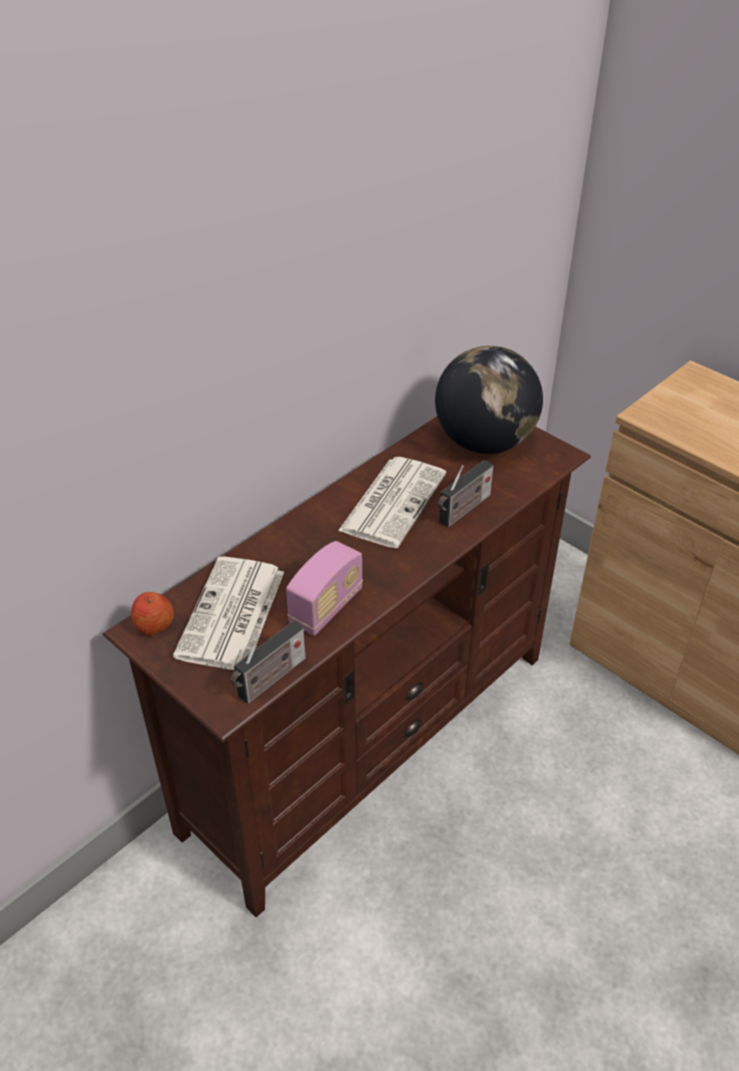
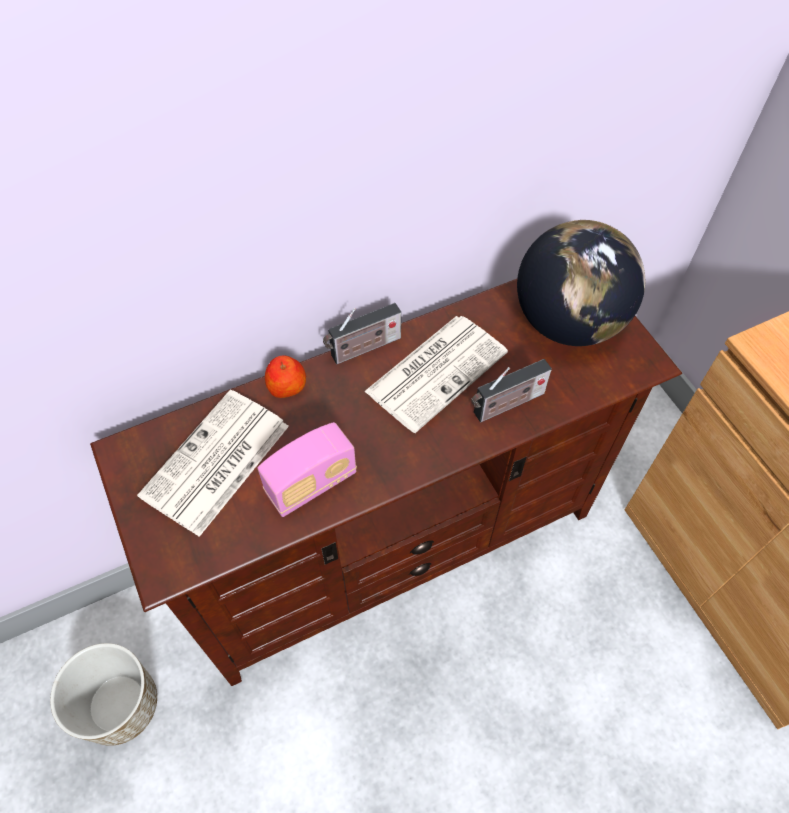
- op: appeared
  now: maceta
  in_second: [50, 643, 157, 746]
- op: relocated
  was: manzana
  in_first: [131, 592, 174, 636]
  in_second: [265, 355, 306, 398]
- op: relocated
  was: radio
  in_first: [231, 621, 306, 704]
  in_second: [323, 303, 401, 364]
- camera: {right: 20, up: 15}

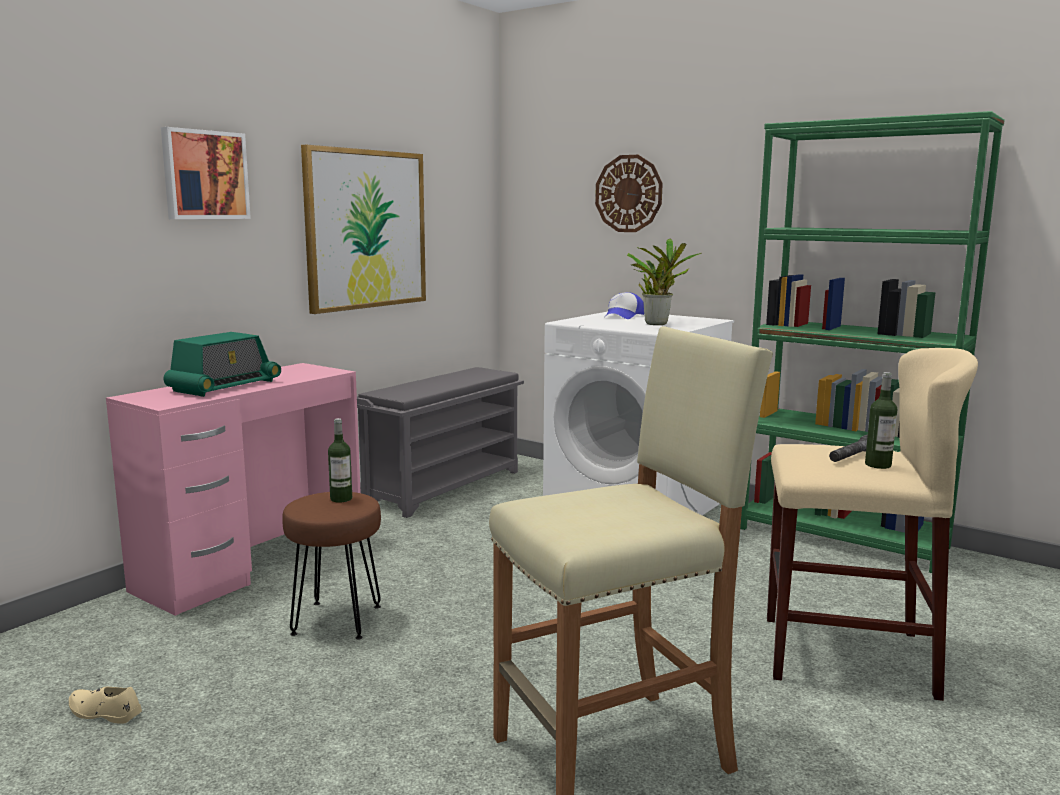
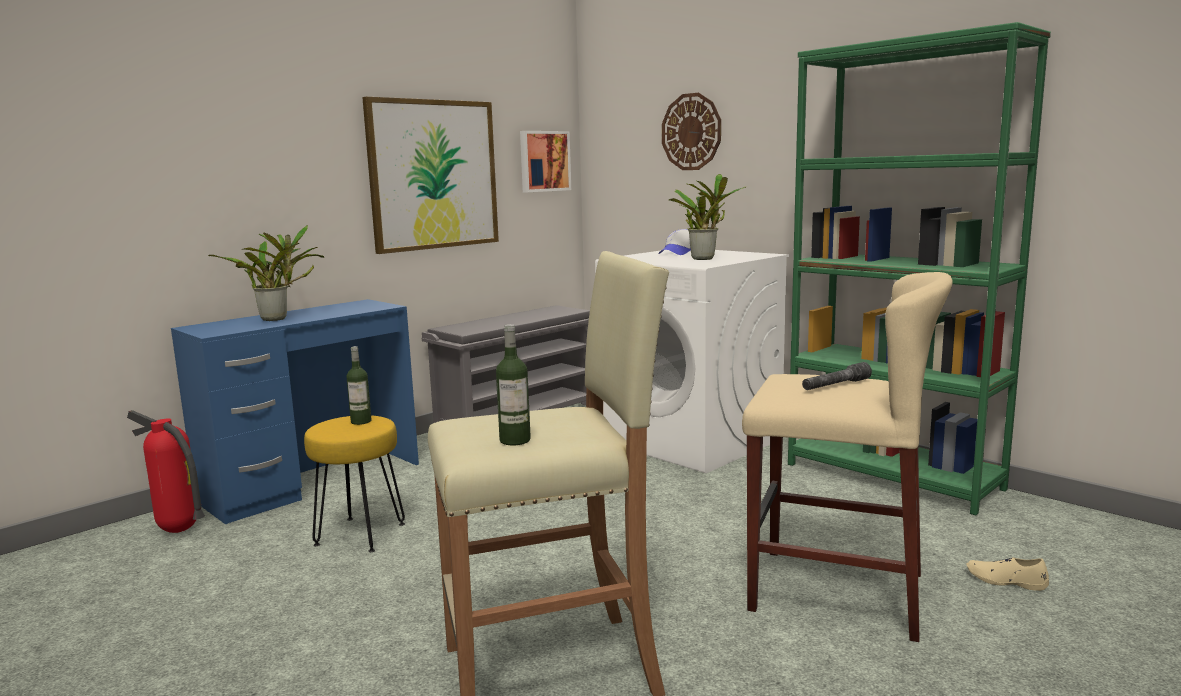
- op: appeared
  now: extintor
  in_second: [127, 410, 205, 533]
- op: relocated
  was: zapato/beis
  in_first: [69, 687, 142, 724]
  in_second: [966, 558, 1049, 591]
- op: relocated
  was: cuadro
  in_first: [161, 127, 251, 219]
  in_second: [520, 131, 571, 192]
- op: relocated
  was: botella
  in_first: [865, 372, 897, 469]
  in_second: [496, 324, 531, 445]
- op: exchanged
  was: radio
  now: planta en maceta
  in_first: [164, 332, 281, 397]
  in_second: [208, 225, 324, 321]
- op: colour
  was: escritorio/rosa
  now: escritorio/azul
  in_first: [106, 363, 361, 616]
  in_second: [171, 299, 419, 524]
- op: colour
  was: taburete/marrón
  now: taburete/amarillo
  in_first: [282, 492, 381, 640]
  in_second: [304, 415, 405, 552]
- camera: {right: 10, up: 0}

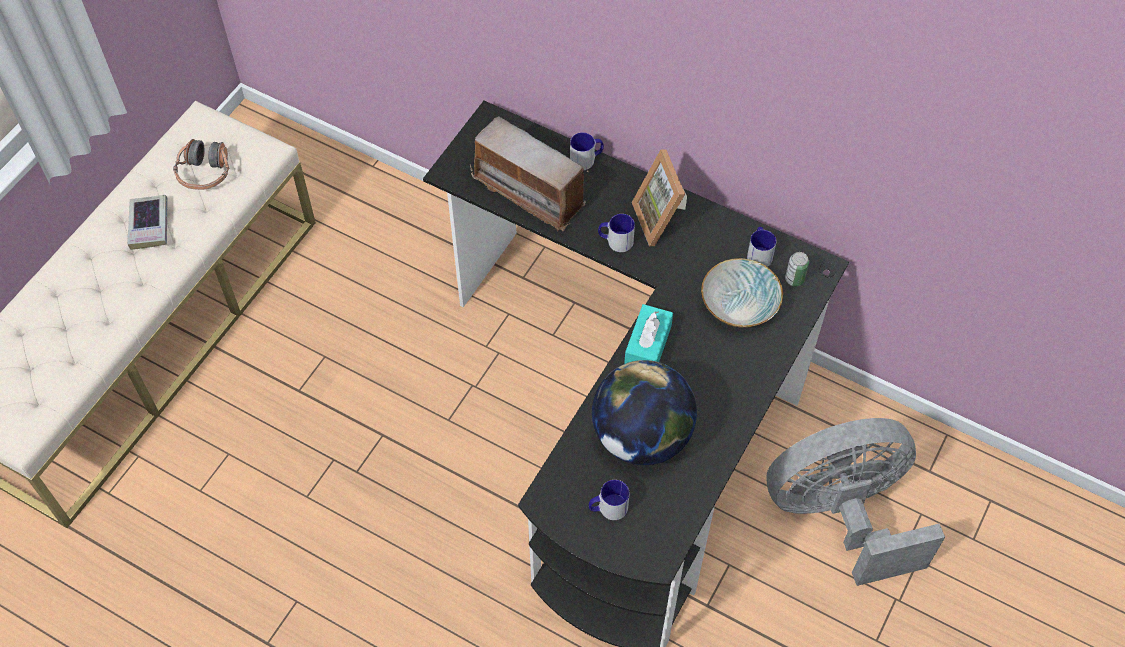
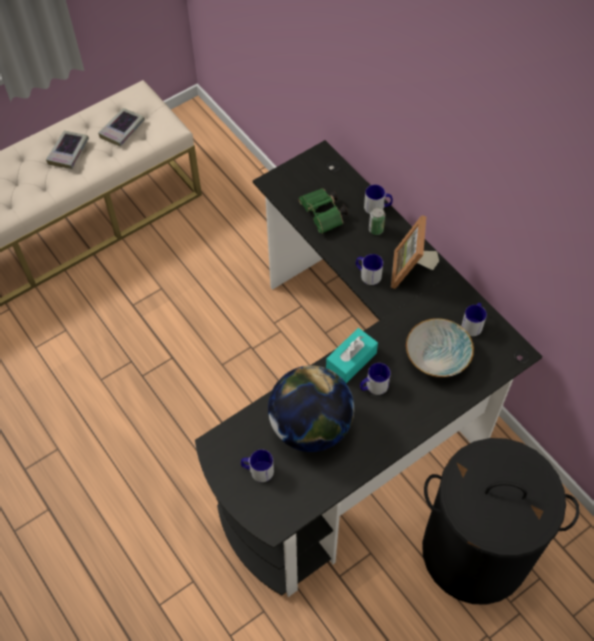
- op: appeared
  now: taza grande
  in_second: [360, 363, 391, 395]
- op: relocated
  was: lata
  in_first: [785, 252, 809, 287]
  in_second: [369, 207, 385, 235]
- op: exchanged
  was: auriculares
  now: libro
  in_first: [173, 139, 230, 190]
  in_second: [98, 108, 145, 146]
- op: exchanged
  was: radio
  now: prismáticos/verde
  in_first: [470, 116, 589, 231]
  in_second: [299, 188, 348, 234]
- op: exchanged
  was: ventilador/gris
  now: cesto de la ropa/negro
  in_first: [766, 418, 945, 586]
  in_second: [422, 438, 580, 605]
- camera: {right: 25, up: 0}

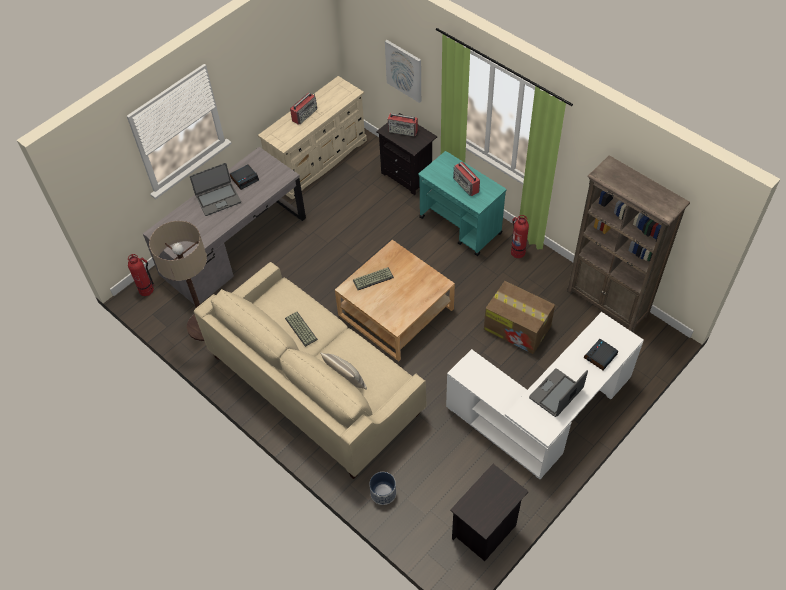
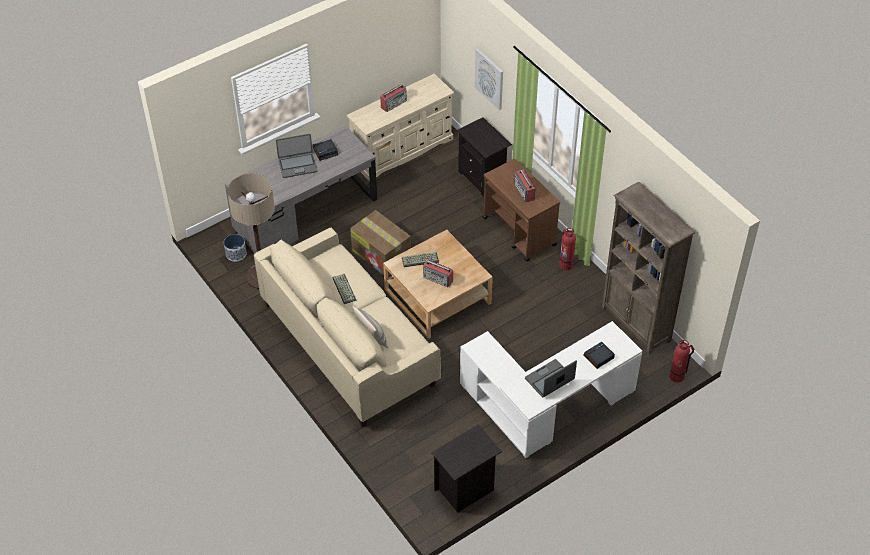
- op: relocated
  was: extintor
  in_first: [128, 254, 154, 296]
  in_second: [669, 340, 694, 382]
- op: relocated
  was: maceta
  in_first: [369, 472, 396, 505]
  in_second: [224, 234, 247, 262]
- op: relocated
  was: radio
  in_first: [388, 113, 418, 136]
  in_second: [423, 260, 453, 287]
- op: relocated
  was: caja de cartón
  in_first: [484, 281, 555, 354]
  in_second: [350, 210, 411, 276]
- op: colour
  was: carrito/turquesa
  now: carrito/marrón
  in_first: [418, 151, 506, 256]
  in_second: [483, 159, 560, 261]
- camera: {right: 10, up: -5}

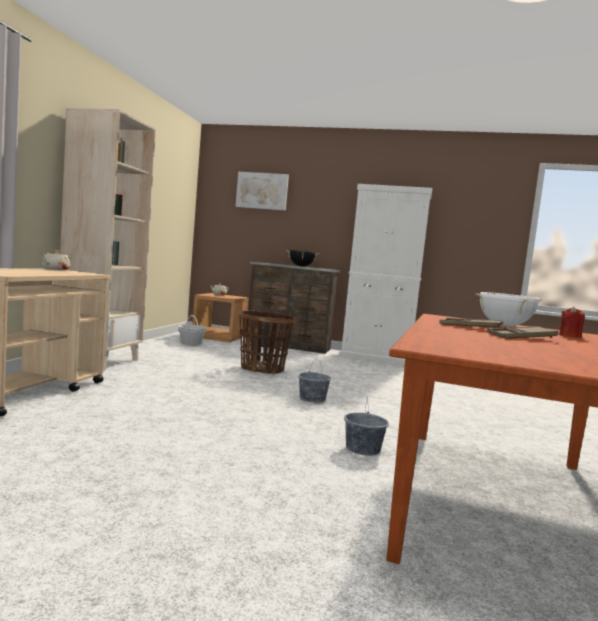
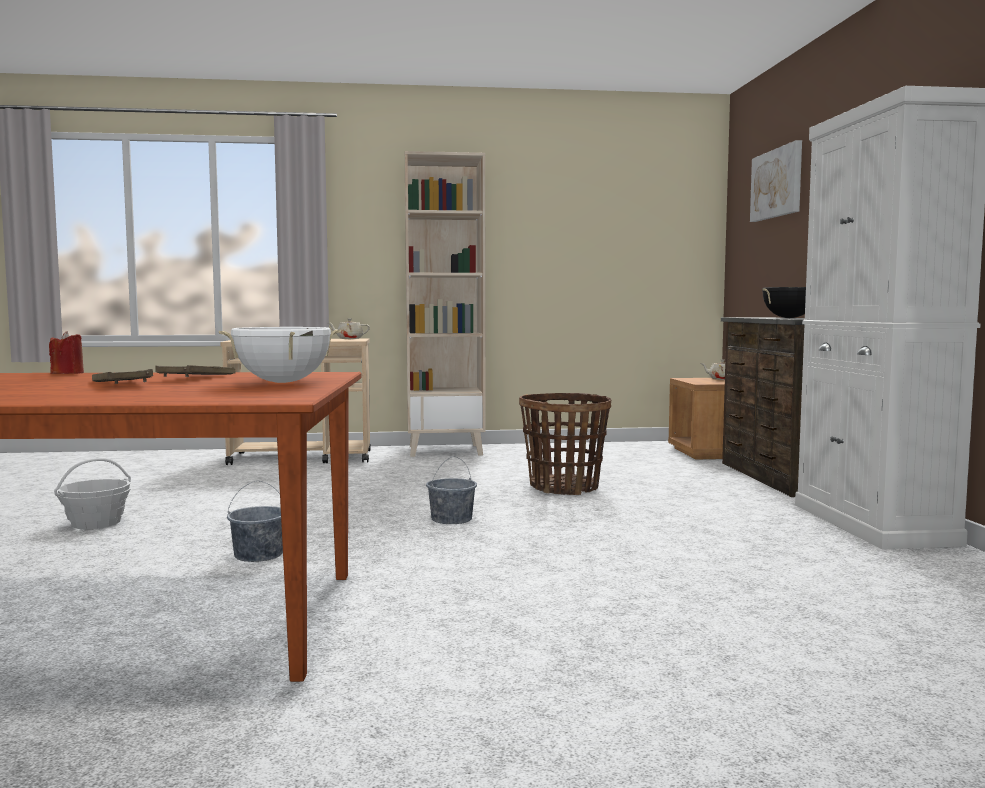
- op: relocated
  was: cesta
  in_first: [178, 315, 207, 345]
  in_second: [54, 458, 131, 529]
- op: relocated
  was: vela/rojo
  in_first: [559, 307, 585, 338]
  in_second: [49, 331, 84, 374]
- camera: {right: 70, up: 0}

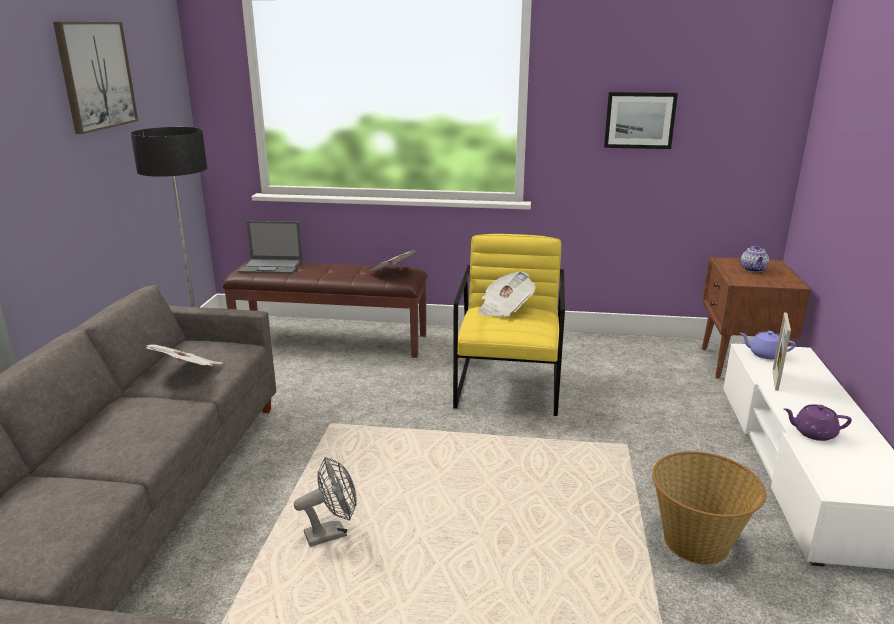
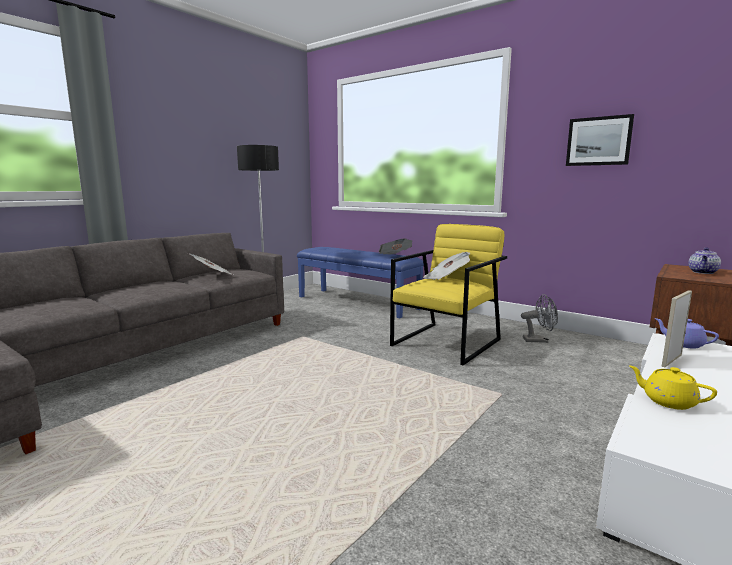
- op: missing
  was: cuadro
  in_first: [53, 22, 138, 134]
- op: missing
  was: portátil
  in_first: [238, 221, 303, 274]
- op: missing
  was: cesta
  in_first: [652, 451, 766, 565]
- op: relocated
  was: ventilador/gris
  in_first: [294, 457, 357, 547]
  in_second: [521, 294, 558, 343]
- op: colour
  was: banco/marrón
  now: banco/azul
  in_first: [223, 263, 428, 358]
  in_second: [297, 247, 424, 318]
- op: colour
  was: tetera/morado
  now: tetera/amarillo
  in_first: [784, 404, 852, 441]
  in_second: [629, 365, 717, 410]
- camera: {right: 30, up: -10}

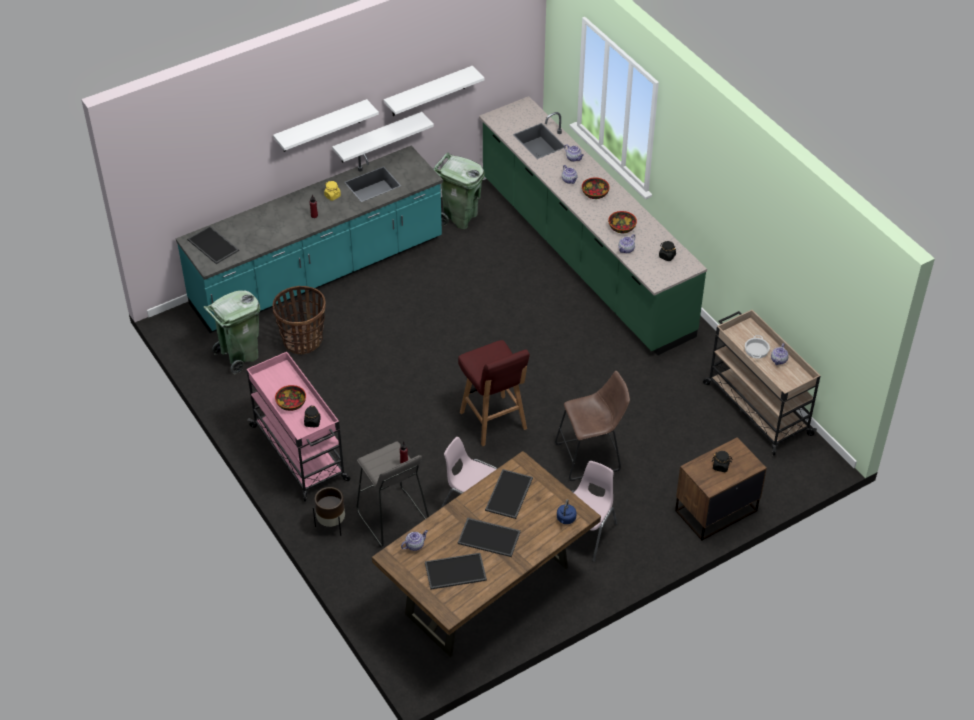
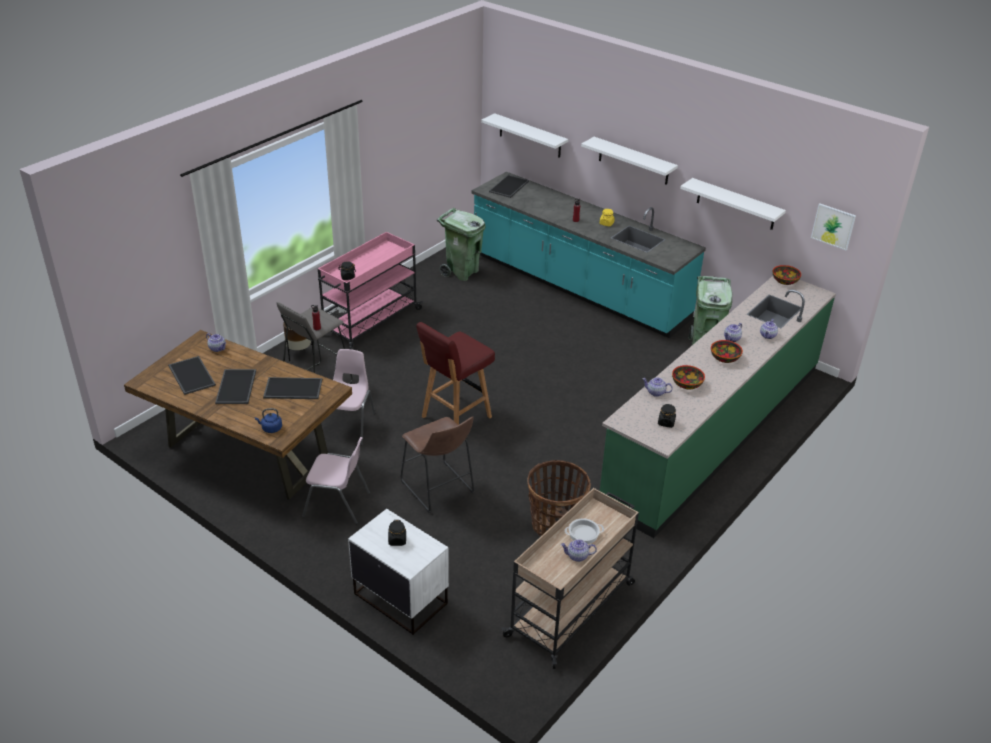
- op: appeared
  now: cuadro
  in_second: [811, 203, 856, 250]
- op: relocated
  was: cesta
  in_first: [272, 286, 326, 355]
  in_second: [527, 460, 591, 536]
- op: relocated
  was: cuenco
  in_first: [275, 385, 306, 411]
  in_second: [773, 265, 801, 285]
- op: relocated
  was: estante/blanco
  in_first: [332, 112, 434, 163]
  in_second: [481, 113, 568, 158]
- op: colour
  was: mesita de noche/marrón
  now: mesita de noche/blanco
  in_first: [675, 437, 767, 541]
  in_second: [348, 509, 449, 635]
- camera: {right: 70, up: -10}

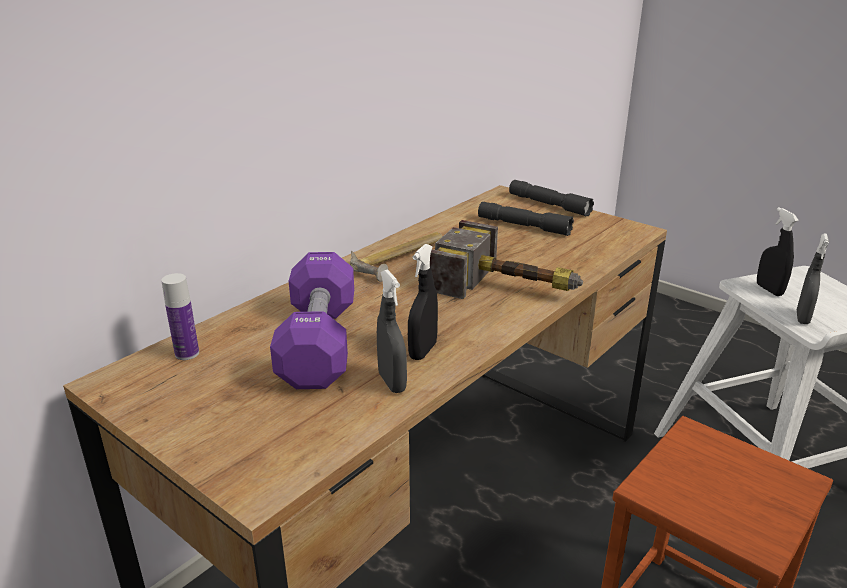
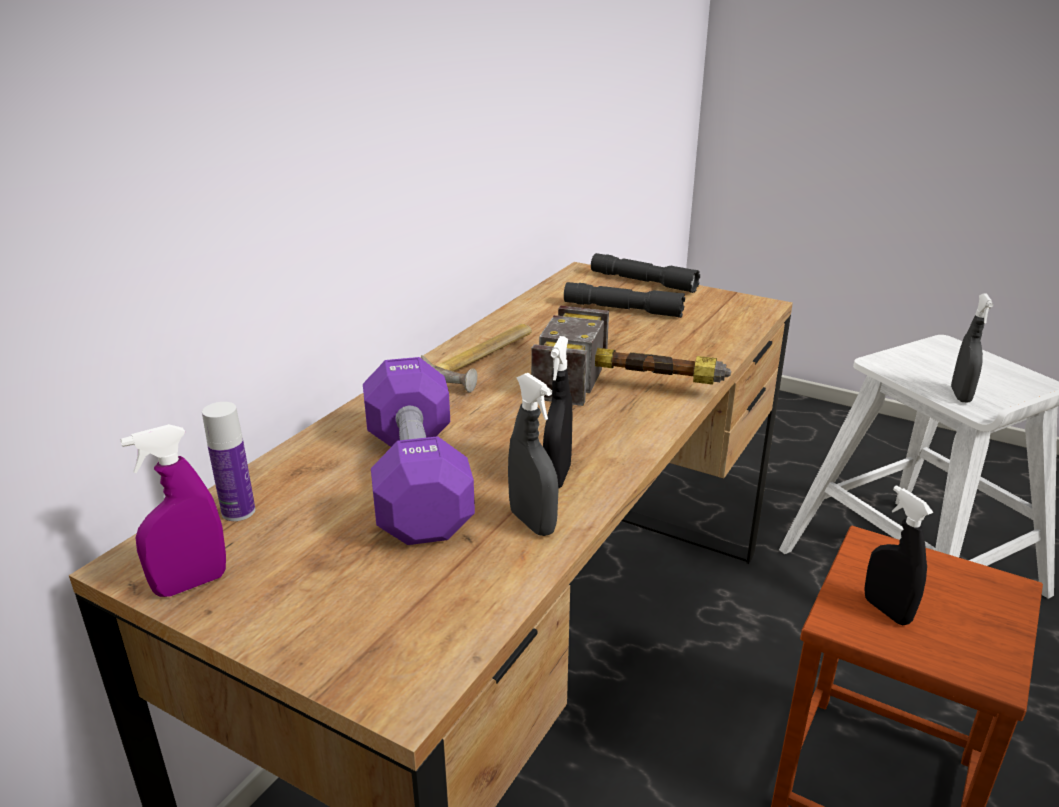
- op: appeared
  now: pulverizador/morado
  in_second: [121, 424, 226, 597]
- op: relocated
  was: pulverizador/negro
  in_first: [757, 207, 799, 296]
  in_second: [864, 485, 933, 625]
- camera: {right: -10, up: 0}

